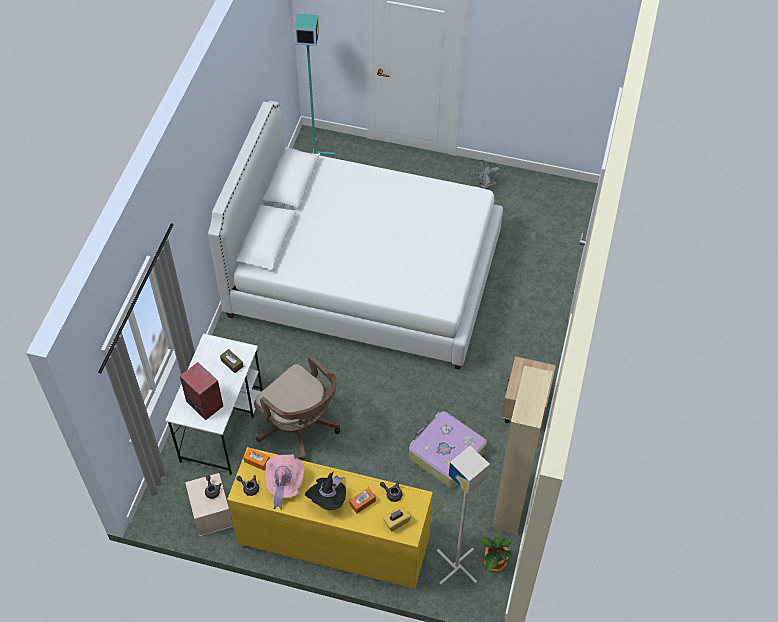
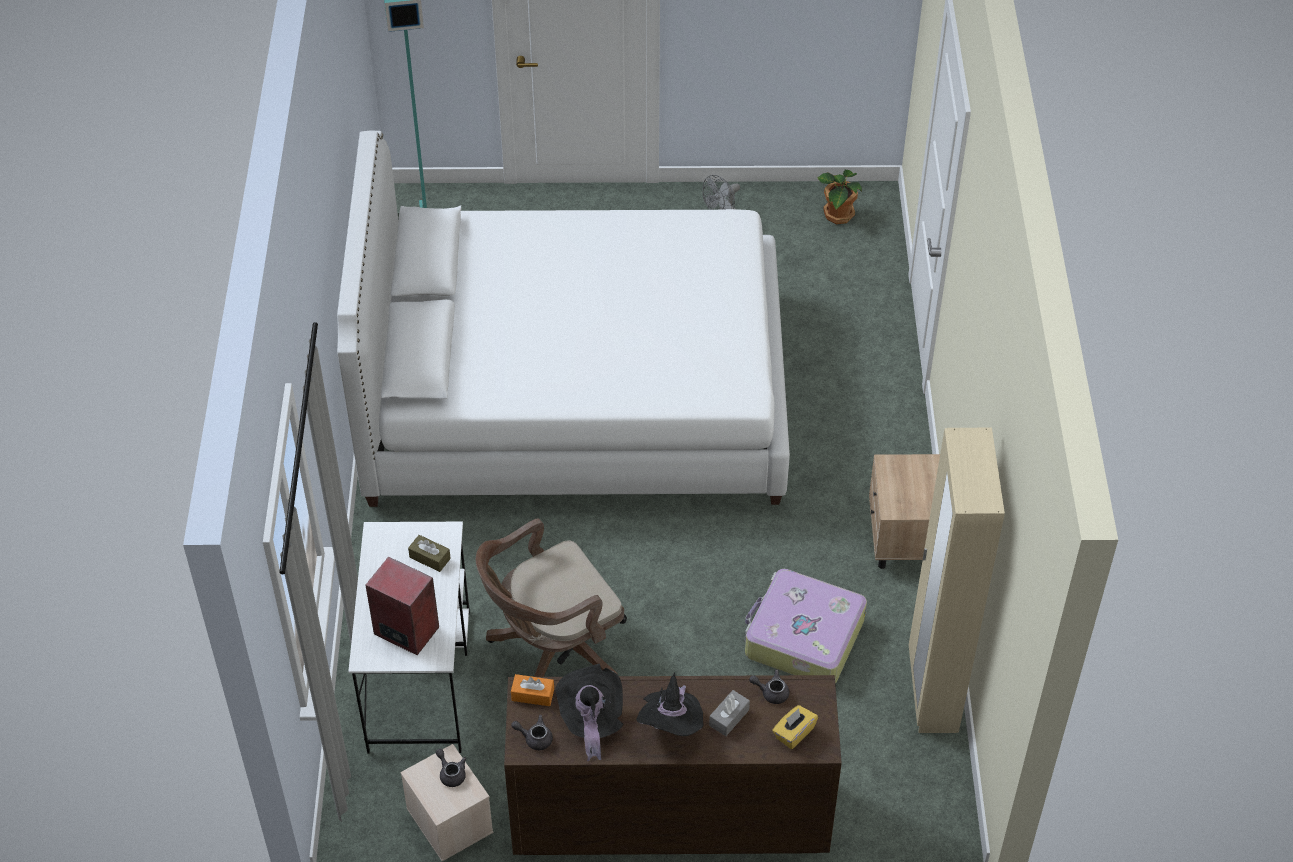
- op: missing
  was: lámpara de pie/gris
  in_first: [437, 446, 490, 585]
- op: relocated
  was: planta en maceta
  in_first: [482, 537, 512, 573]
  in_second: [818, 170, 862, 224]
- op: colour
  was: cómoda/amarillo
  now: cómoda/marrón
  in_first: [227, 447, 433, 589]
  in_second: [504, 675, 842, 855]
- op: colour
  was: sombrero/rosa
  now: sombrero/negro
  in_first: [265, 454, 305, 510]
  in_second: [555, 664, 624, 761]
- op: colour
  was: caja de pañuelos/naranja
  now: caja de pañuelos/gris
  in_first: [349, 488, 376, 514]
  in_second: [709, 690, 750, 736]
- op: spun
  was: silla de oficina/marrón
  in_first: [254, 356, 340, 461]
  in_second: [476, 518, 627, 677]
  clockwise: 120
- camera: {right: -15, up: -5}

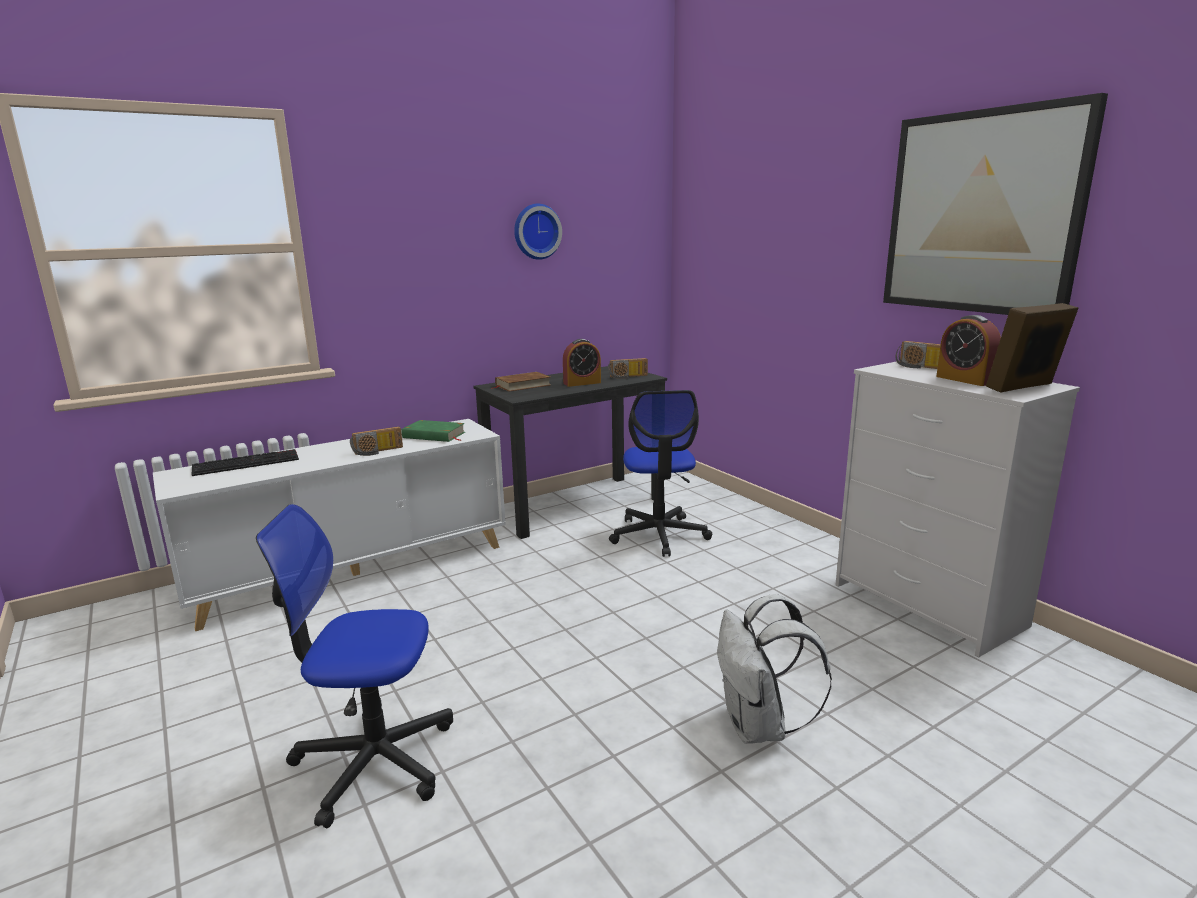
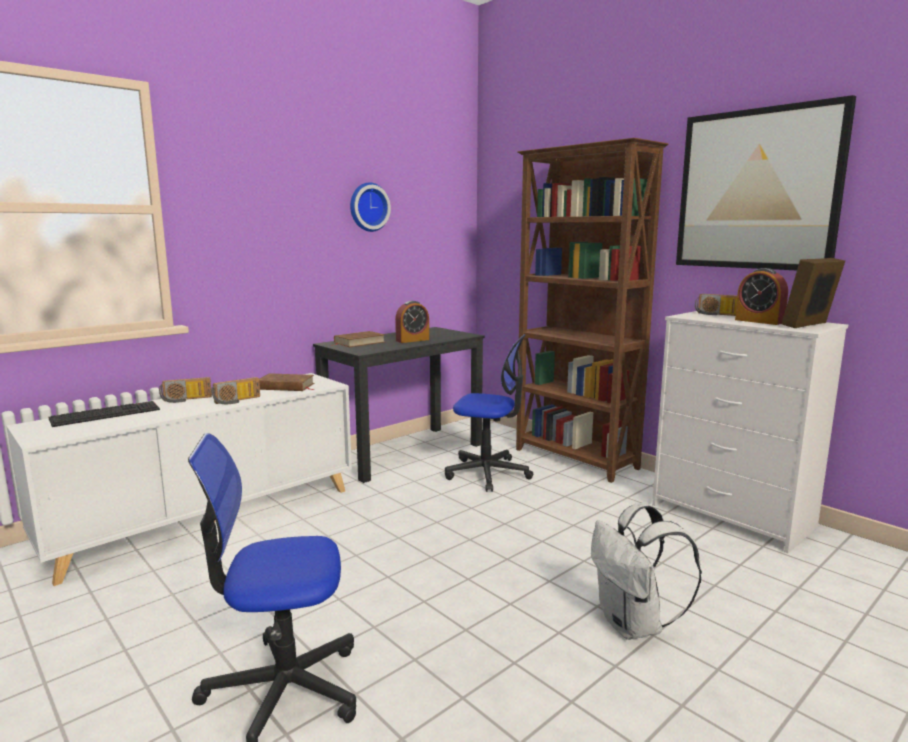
- op: appeared
  now: estantería/marrón
  in_second: [516, 138, 668, 483]
- op: relocated
  was: radio
  in_first: [608, 358, 648, 379]
  in_second: [159, 377, 212, 403]
- op: colour
  was: libro/verde
  now: libro/marrón
  in_first: [401, 420, 465, 442]
  in_second: [259, 373, 315, 391]
- op: spun
  was: silla de oficina
  in_first: [609, 390, 712, 557]
  in_second: [445, 334, 533, 492]
  clockwise: -60
- camera: {right: -10, up: -5}

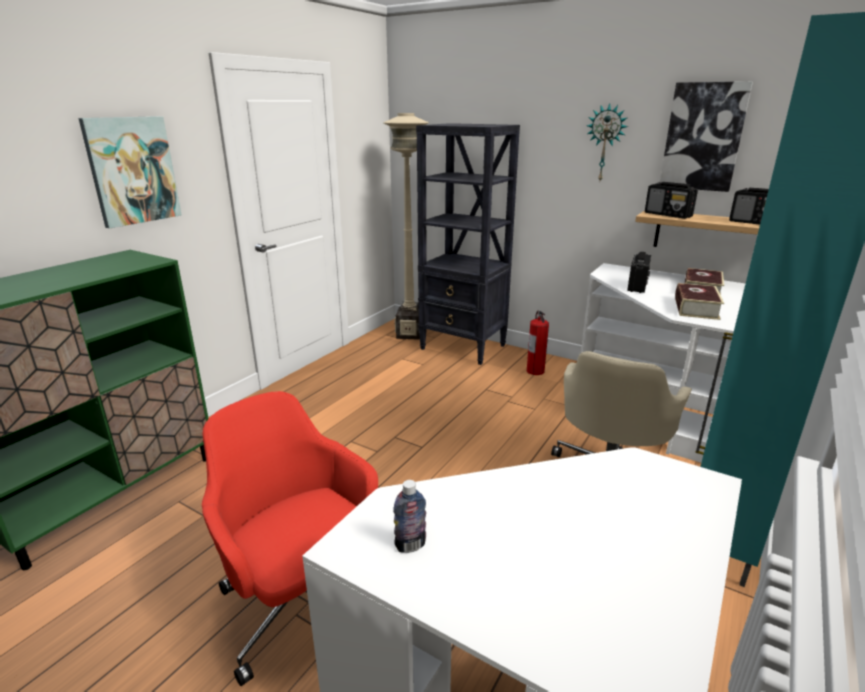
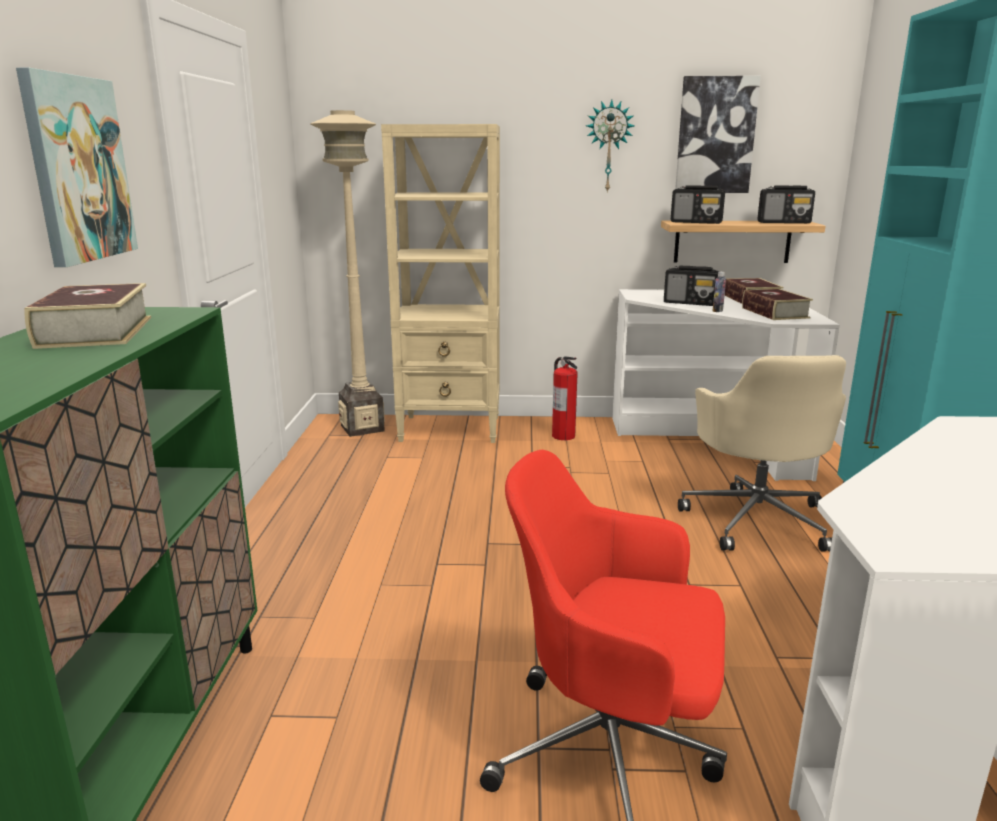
- op: appeared
  now: libro
  in_second: [24, 283, 151, 349]
- op: relocated
  was: botella
  in_first: [393, 480, 426, 553]
  in_second: [712, 272, 726, 312]
- op: colour
  was: estantería/negro
  now: estantería/beis
  in_first: [416, 123, 520, 365]
  in_second: [381, 124, 500, 443]
- op: spun
  was: radio
  in_first: [627, 252, 651, 293]
  in_second: [664, 266, 719, 306]
  clockwise: 120
- camera: {right: -30, up: -5}

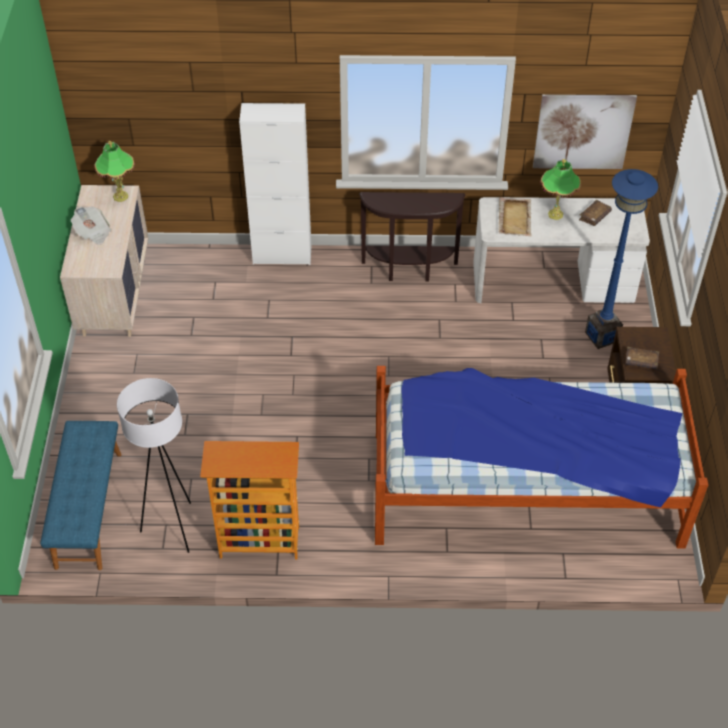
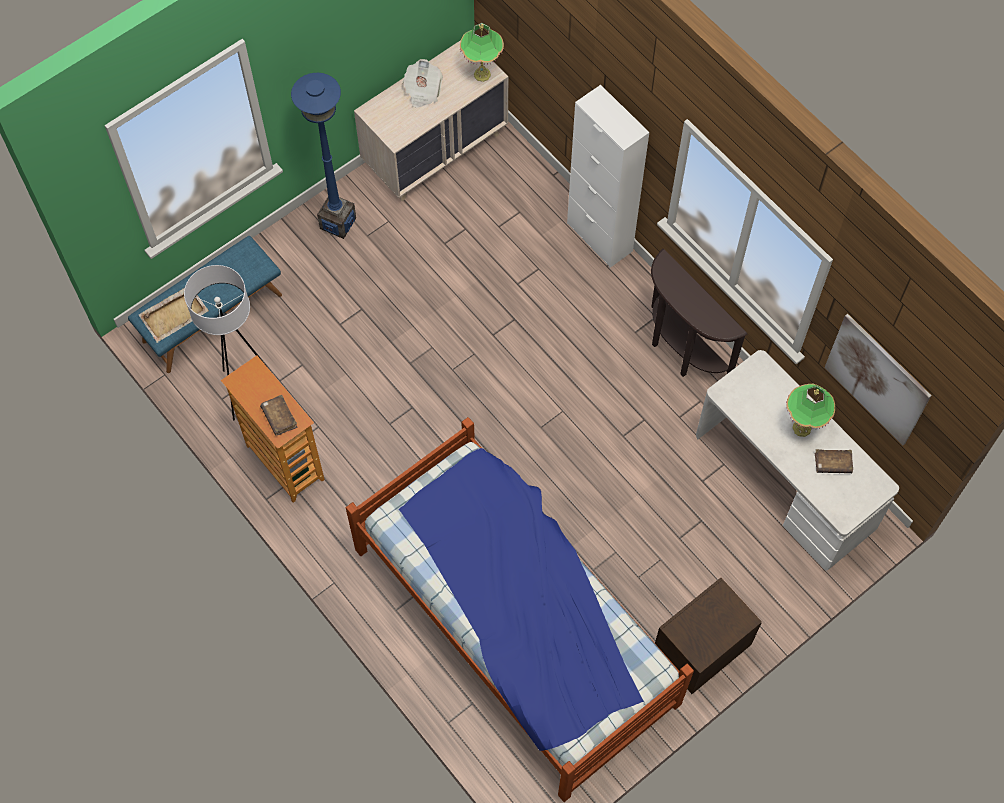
- op: relocated
  was: bandeja/beis
  in_first: [499, 197, 531, 237]
  in_second: [139, 288, 209, 343]
- op: relocated
  was: lámpara de pie/azul
  in_first: [585, 169, 658, 349]
  in_second: [291, 73, 356, 239]
- op: relocated
  was: libro/marrón
  in_first: [626, 347, 659, 370]
  in_second: [260, 395, 298, 436]
- camera: {right: 50, up: 15}

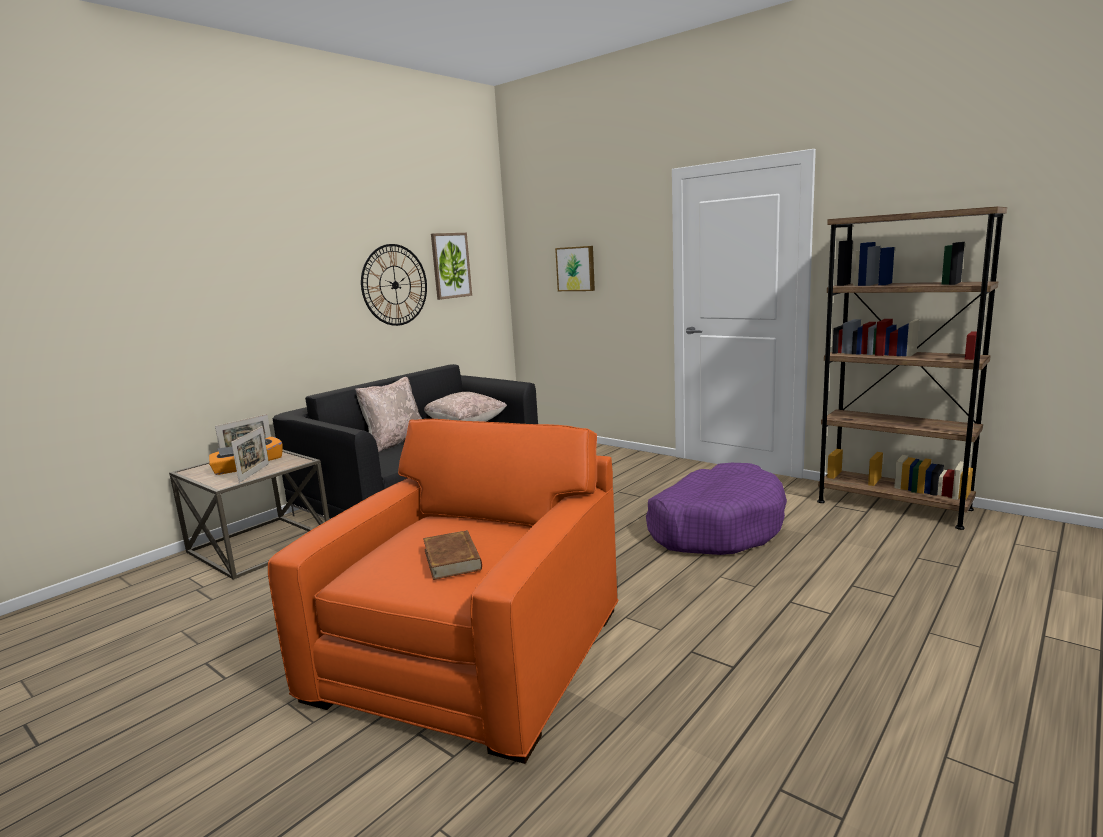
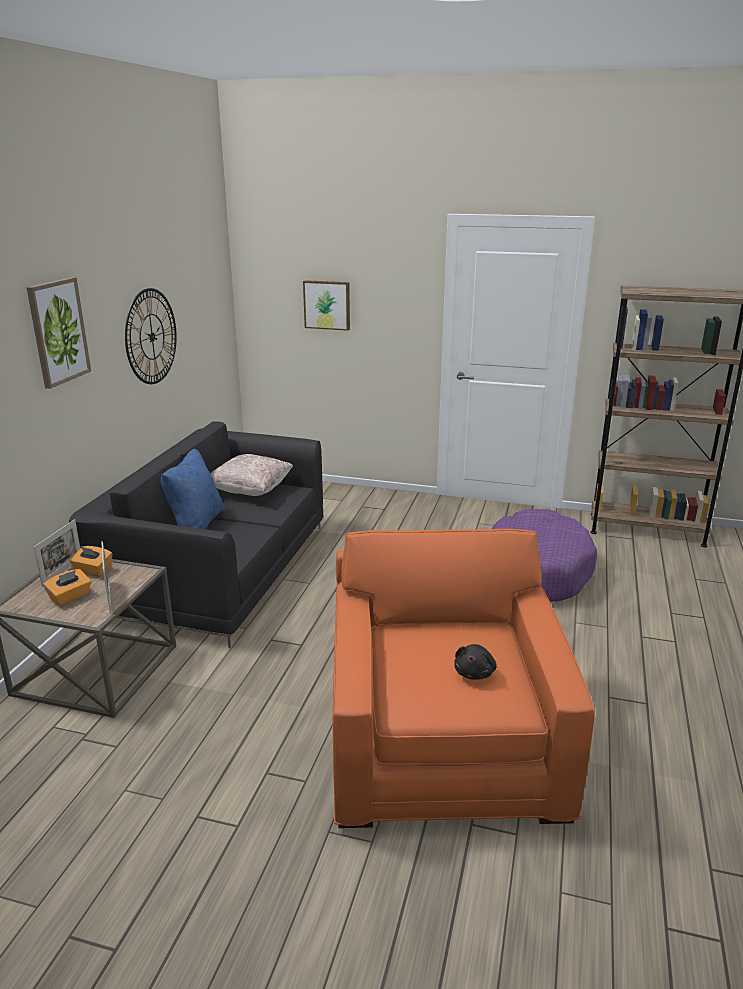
- op: relocated
  was: cuadro
  in_first: [431, 233, 472, 300]
  in_second: [26, 277, 91, 389]
- op: exchanged
  was: libro/marrón
  now: peluche/negro
  in_first: [423, 530, 482, 580]
  in_second: [454, 644, 497, 680]
- op: colour
  was: cojín/beis
  now: cojín/azul
  in_first: [355, 377, 422, 452]
  in_second: [161, 449, 225, 529]
- camera: {right: -25, up: 10}

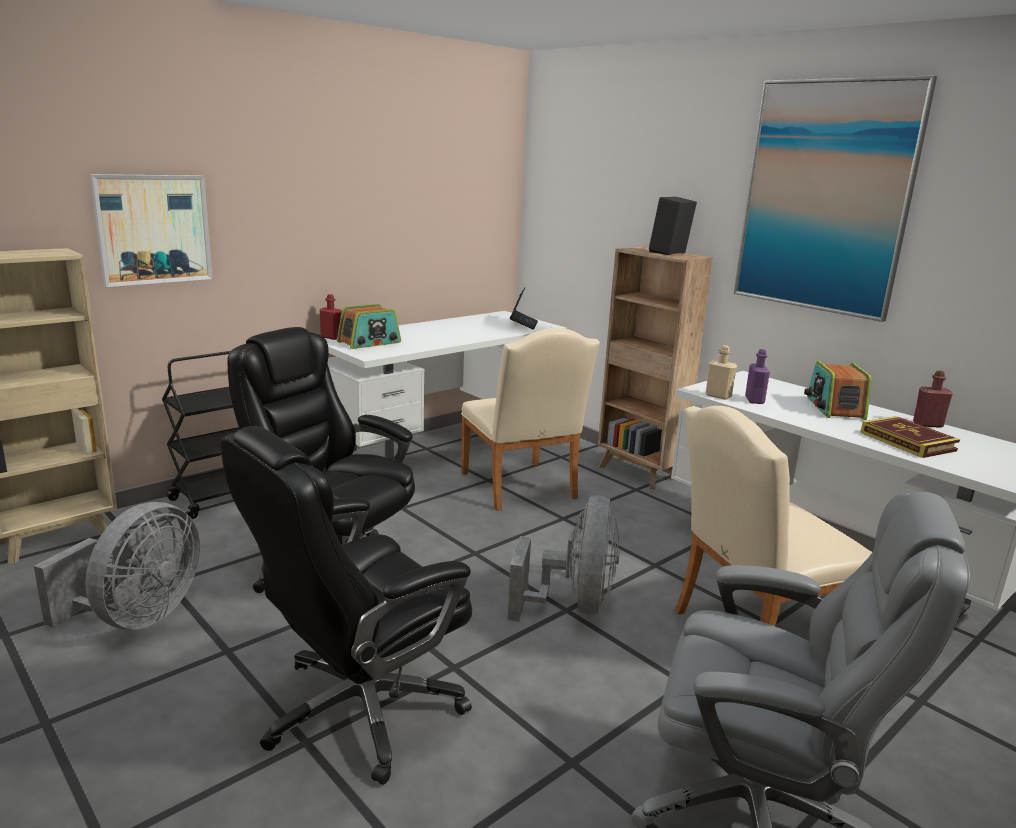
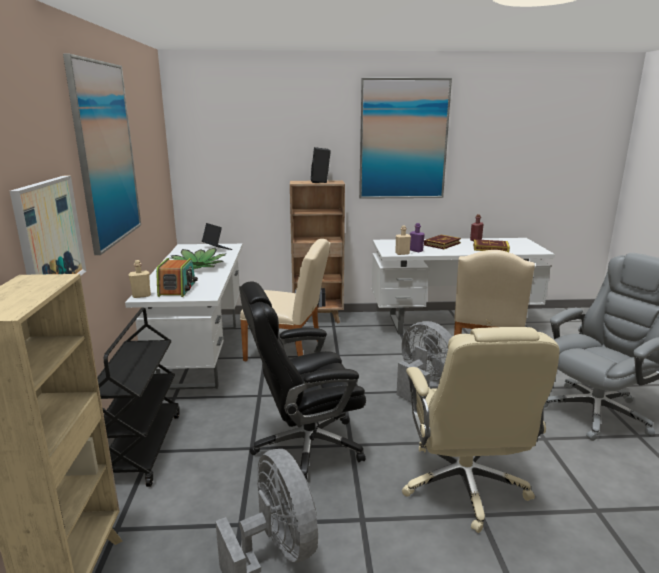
- op: appeared
  now: cuadro
  in_second: [63, 54, 141, 255]
- op: appeared
  now: planta en maceta
  in_second: [170, 248, 227, 269]
- op: exchanged
  was: radio
  now: libro
  in_first: [804, 361, 872, 420]
  in_second: [424, 235, 461, 249]
- op: colour
  was: silla de oficina/negro
  now: silla de oficina/beis
  in_first: [220, 426, 472, 785]
  in_second: [402, 327, 559, 533]
- op: colour
  was: botella/rojo
  now: botella/beis
  in_first: [320, 294, 342, 340]
  in_second: [128, 260, 151, 298]
- camera: {right: -50, up: 0}

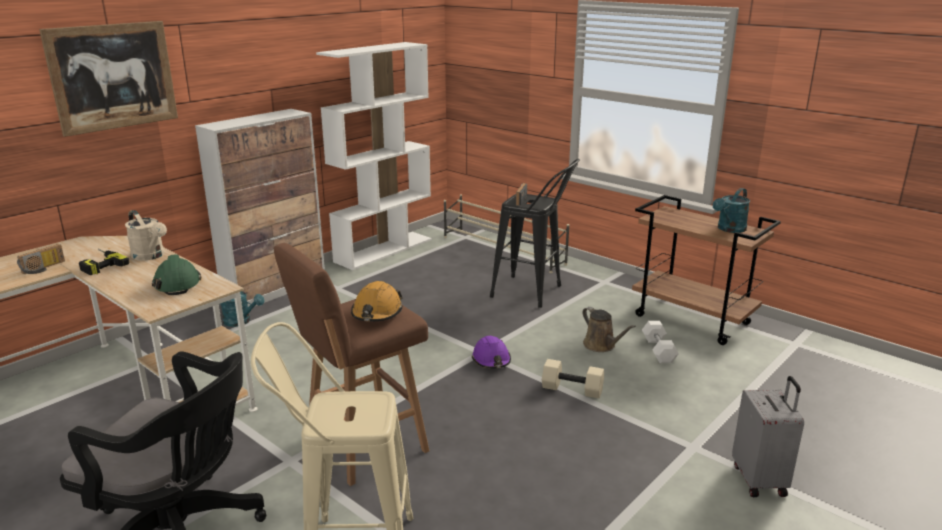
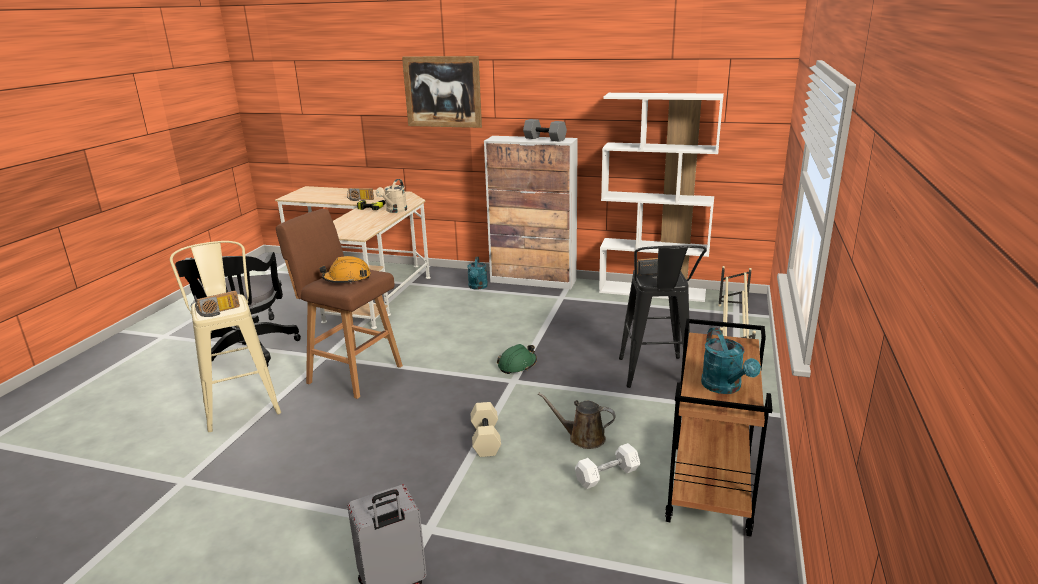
- op: missing
  was: casco/morado
  in_first: [472, 336, 511, 368]
- op: appeared
  now: radio
  in_second: [195, 291, 240, 317]
- op: appeared
  now: mancuerna/gris
  in_second: [523, 119, 567, 142]
- op: relocated
  was: casco/verde
  in_first: [152, 254, 202, 295]
  in_second: [497, 344, 537, 374]
- op: spun
  was: regadera/marrón
  in_first: [582, 307, 636, 352]
  in_second: [538, 393, 616, 449]
  clockwise: 75
- op: spun
  was: regadera/turquesa
  in_first: [712, 188, 750, 233]
  in_second: [701, 328, 761, 394]
  clockwise: -120
- camera: {right: 65, up: 0}

